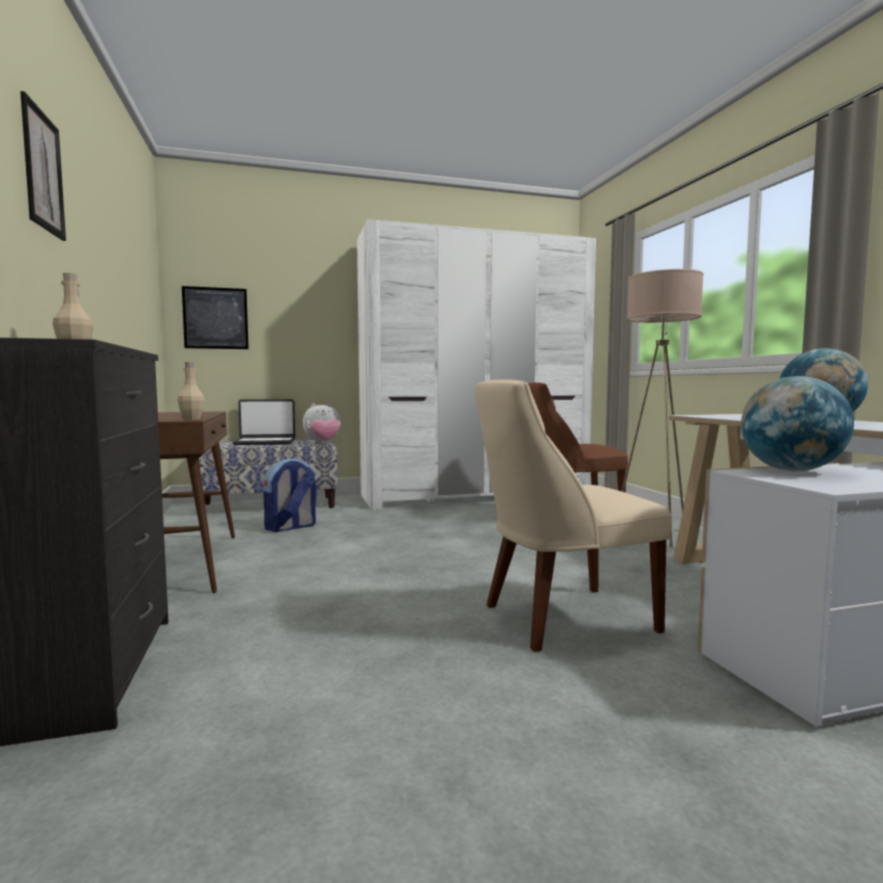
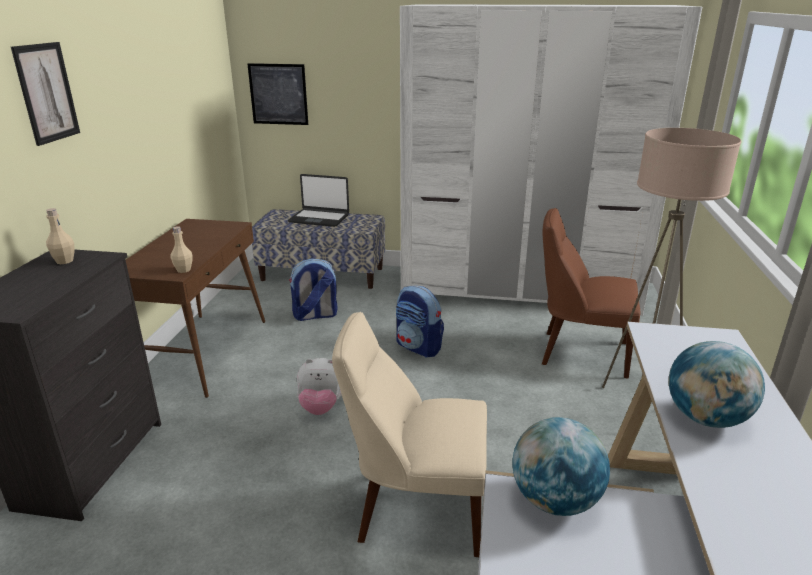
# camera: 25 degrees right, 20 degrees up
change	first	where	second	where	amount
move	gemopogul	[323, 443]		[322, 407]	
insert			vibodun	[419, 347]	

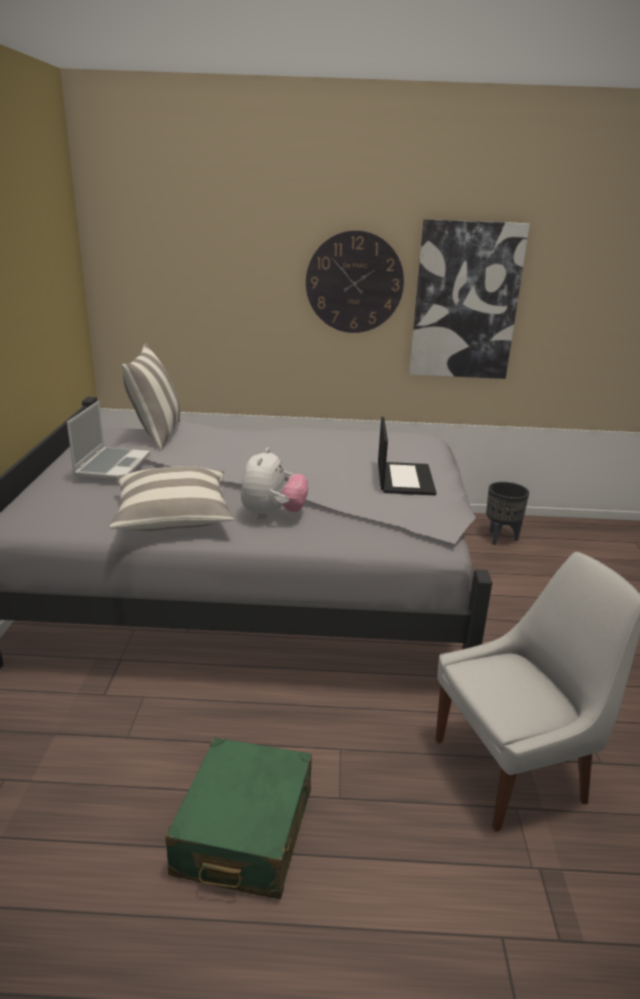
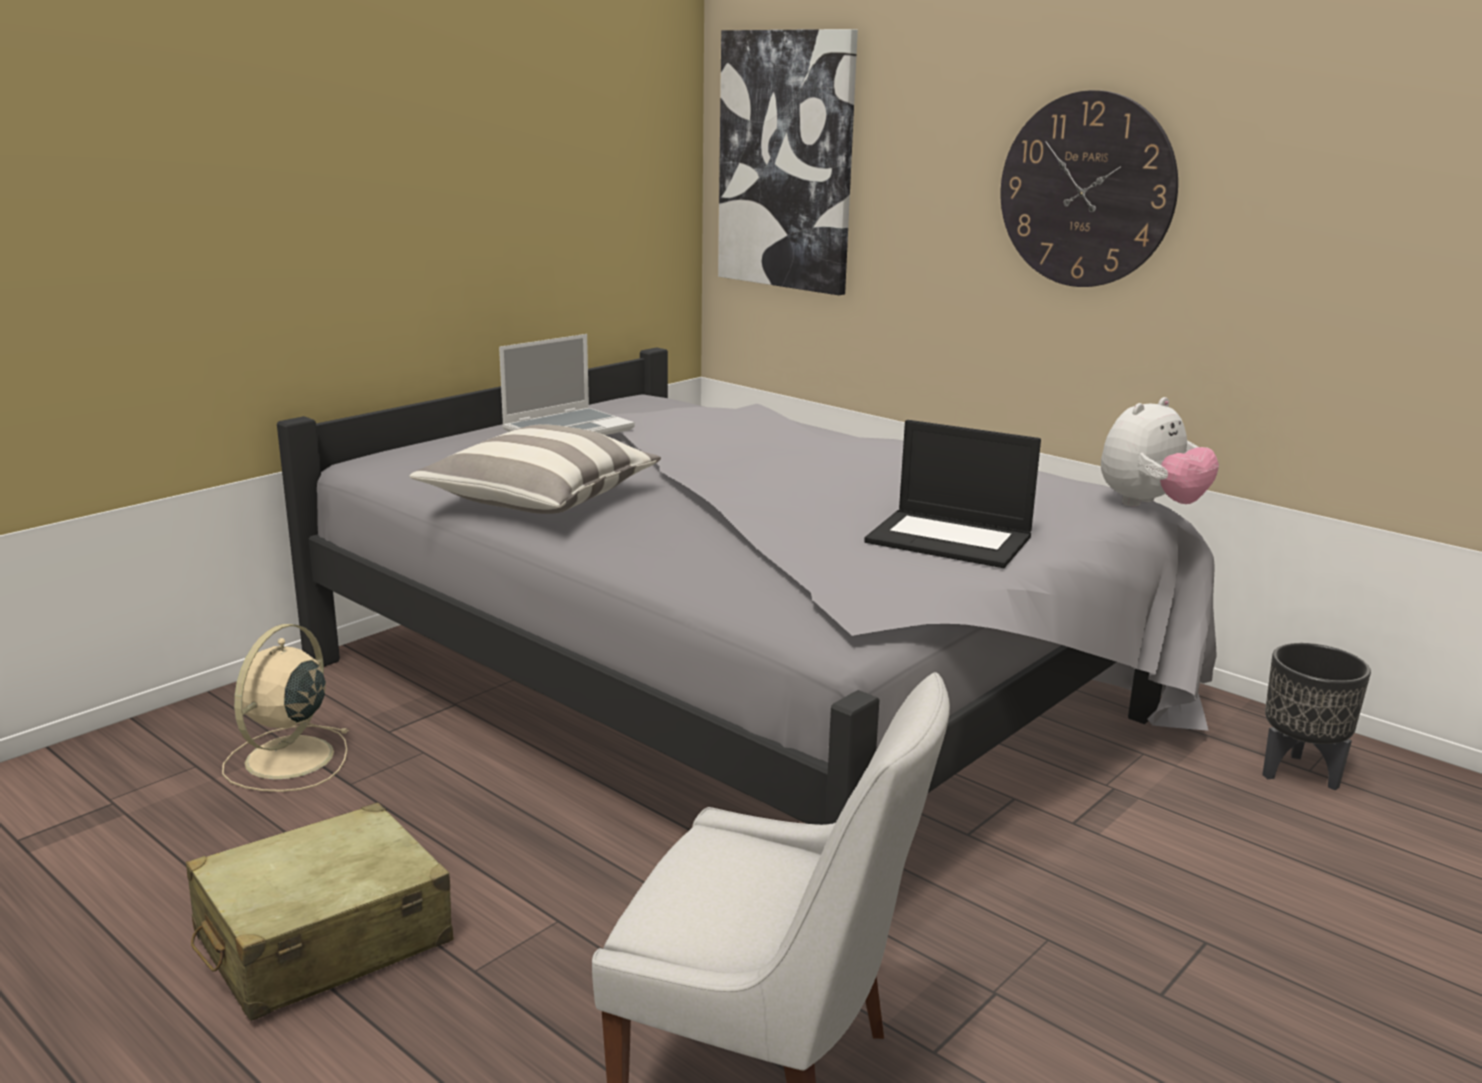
# camera: 40 degrees right, 5 degrees down
change	first	where	second	where	amount
delete	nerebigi	[156, 435]			
recolor	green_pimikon	[244, 832]	beige_pimikon	[322, 939]	
move	gemopogul	[272, 515]		[1150, 505]	
rotate	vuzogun	[404, 478]		[951, 539]	75 degrees clockwise
move	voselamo	[465, 301]		[786, 161]	
insert			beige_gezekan	[287, 760]	

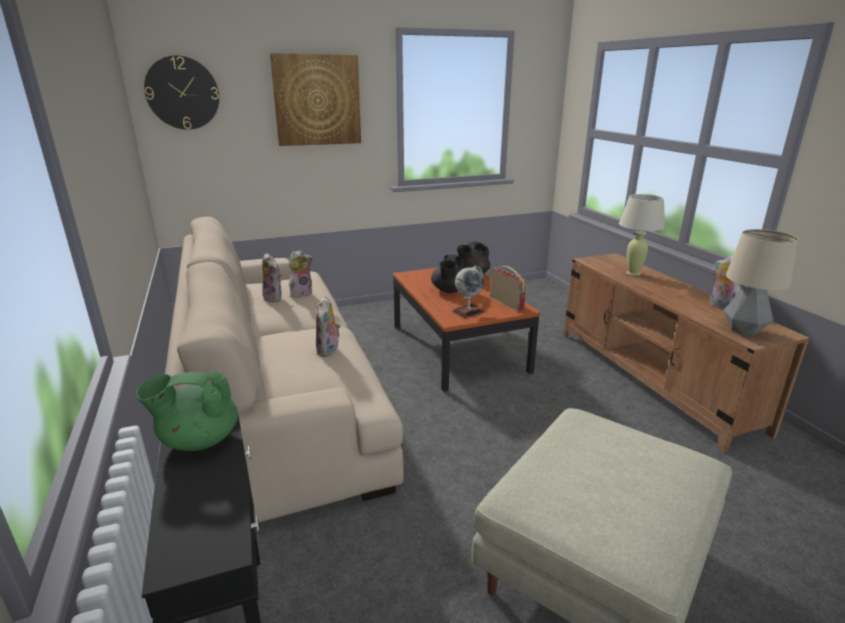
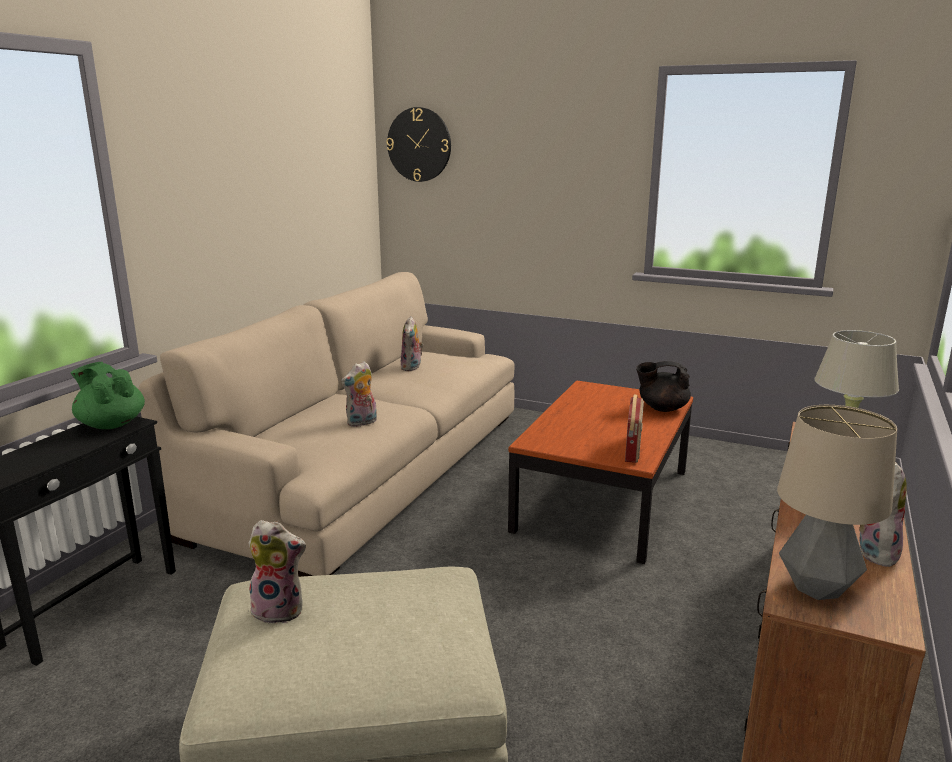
# camera: 45 degrees right, 5 degrees down
change	first	where	second	where	amount
delete	voselamo	[317, 100]			
move	gemopogul	[301, 293]		[280, 609]	
delete	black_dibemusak	[449, 290]			
delete	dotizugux	[468, 311]			

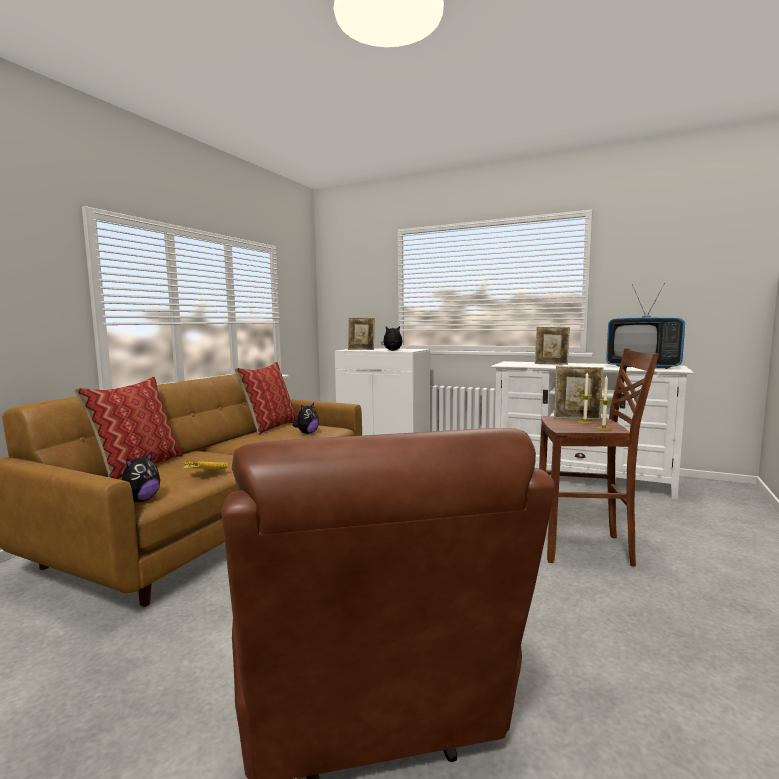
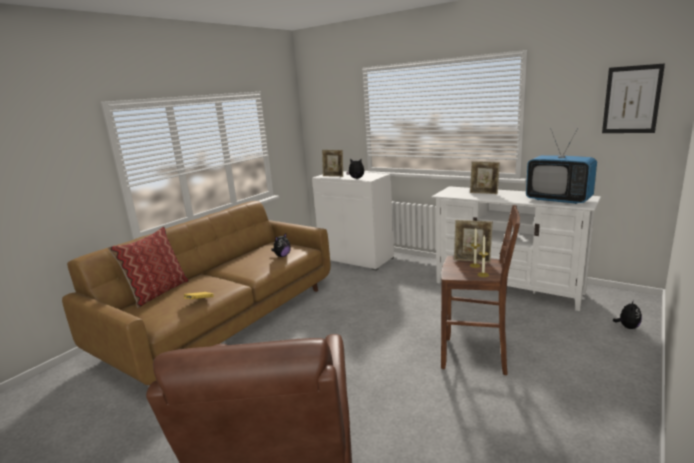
# camera: 10 degrees right, 10 degrees up
change	first	where	second	where	amount
move	gemopogul	[140, 500]		[627, 327]	
delete	nerebigi	[270, 426]			
insert			voselamo	[631, 100]	

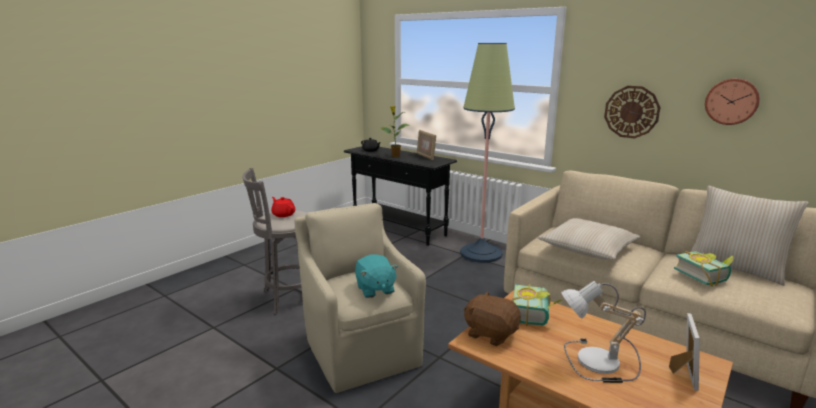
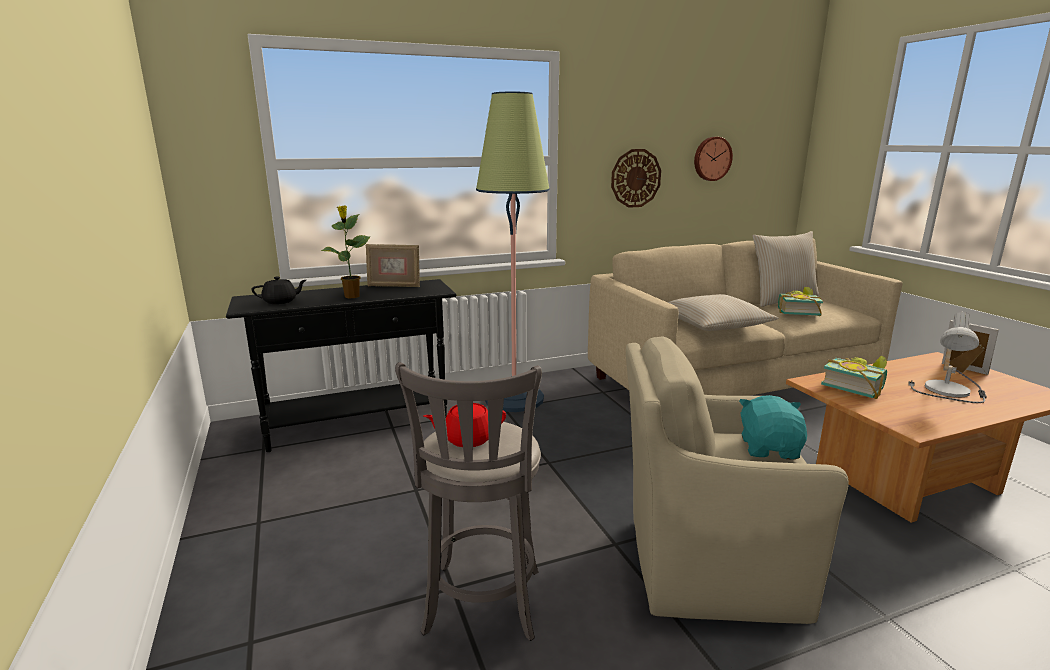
# camera: 60 degrees left, 0 degrees up
change	first	where	second	where	amount
rotate	turquoise_gemopogul	[375, 289]		[770, 449]	90 degrees counterclockwise
delete	brown_gemopogul	[491, 333]			

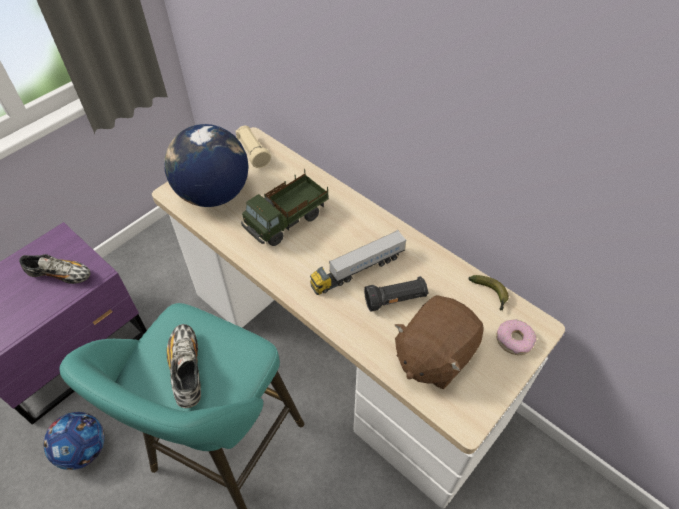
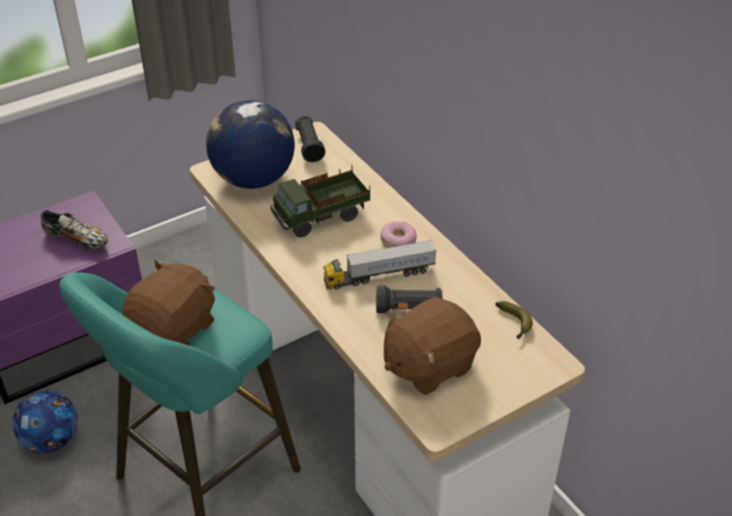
# camera: 15 degrees right, 10 degrees down
change	first	where	second	where	amount
replace	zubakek	[187, 370]	brown_gemopogul	[175, 328]	
recolor	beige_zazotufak	[253, 153]	black_zazotufak	[309, 146]	
move	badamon	[514, 340]		[398, 240]	

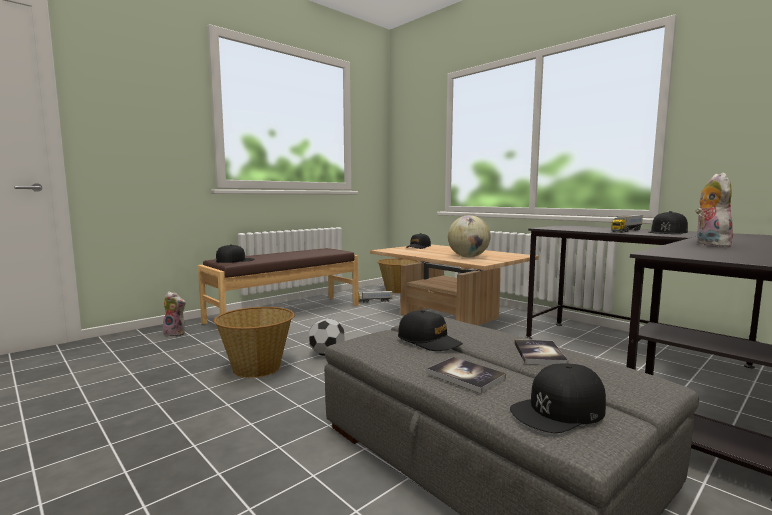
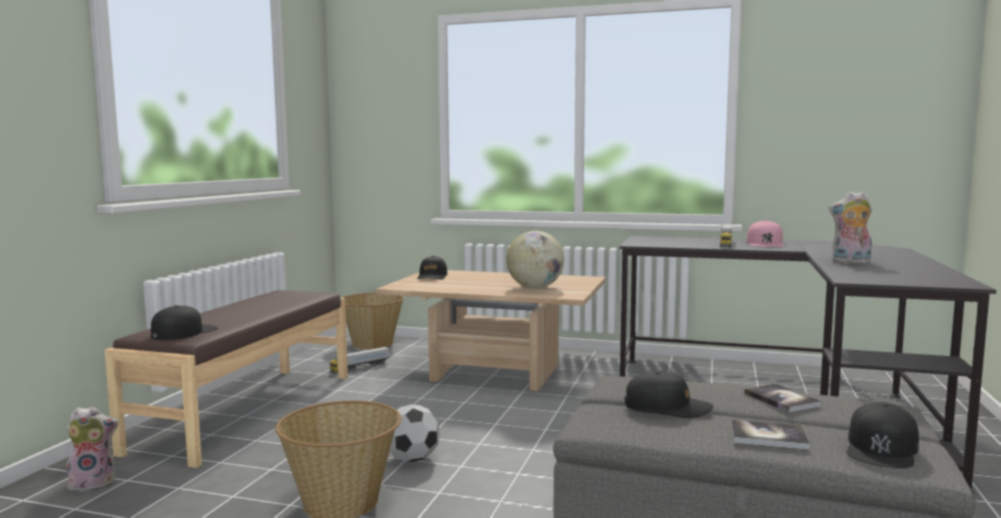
# camera: 30 degrees left, 0 degrees up
change	first	where	second	where	amount
recolor	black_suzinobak	[667, 232]	pink_suzinobak	[765, 243]	
rotate	gemopogul	[709, 244]		[850, 262]	60 degrees counterclockwise

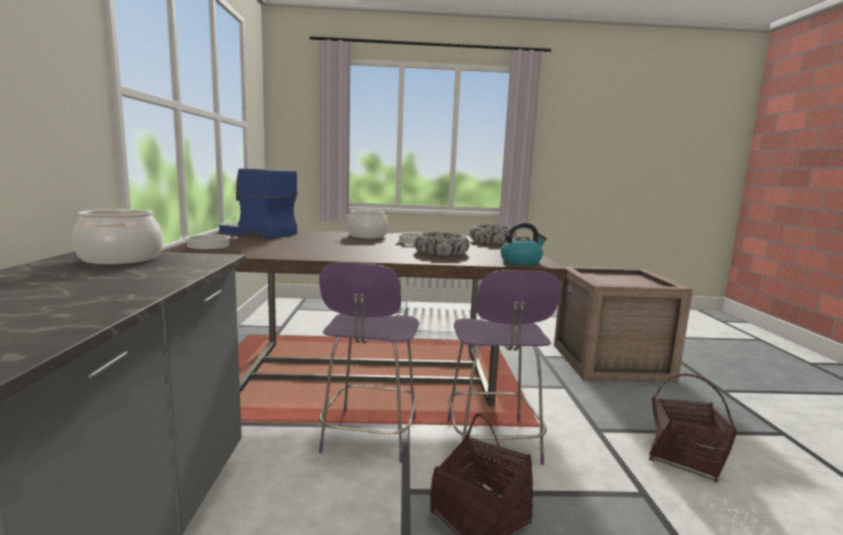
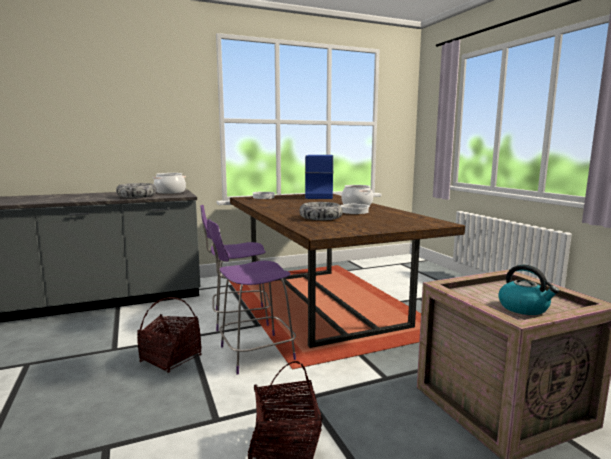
# camera: 70 degrees right, 0 degrees up
change	first	where	second	where	amount
move	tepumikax	[492, 241]		[137, 196]	
move	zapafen	[521, 261]		[524, 308]	

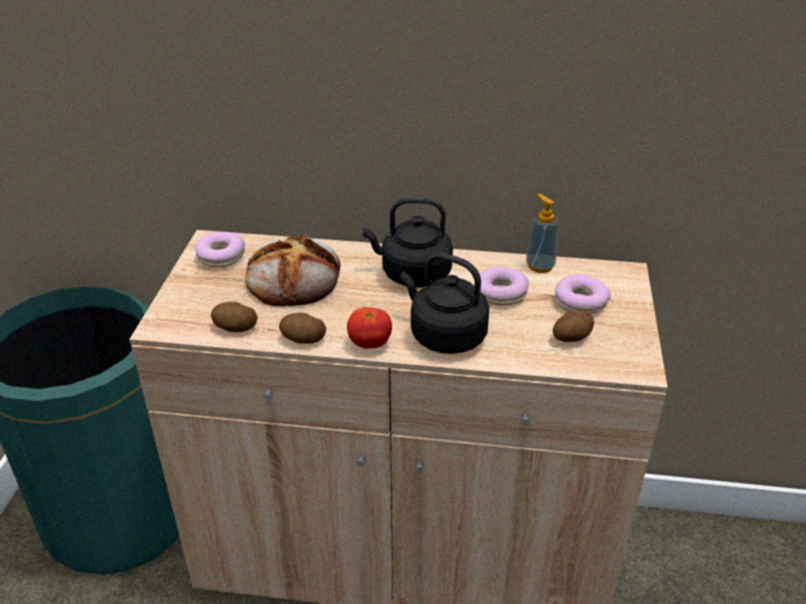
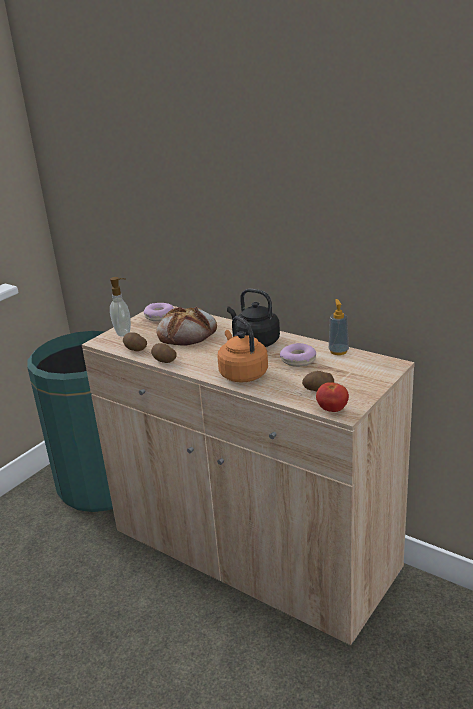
# camera: 30 degrees right, 10 degrees down
change	first	where	second	where	amount
move	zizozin	[370, 343]		[332, 409]	
recolor	black_zapafen	[444, 335]	orange_zapafen	[242, 374]	
delete	badamon	[580, 302]			
insert			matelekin	[123, 332]	

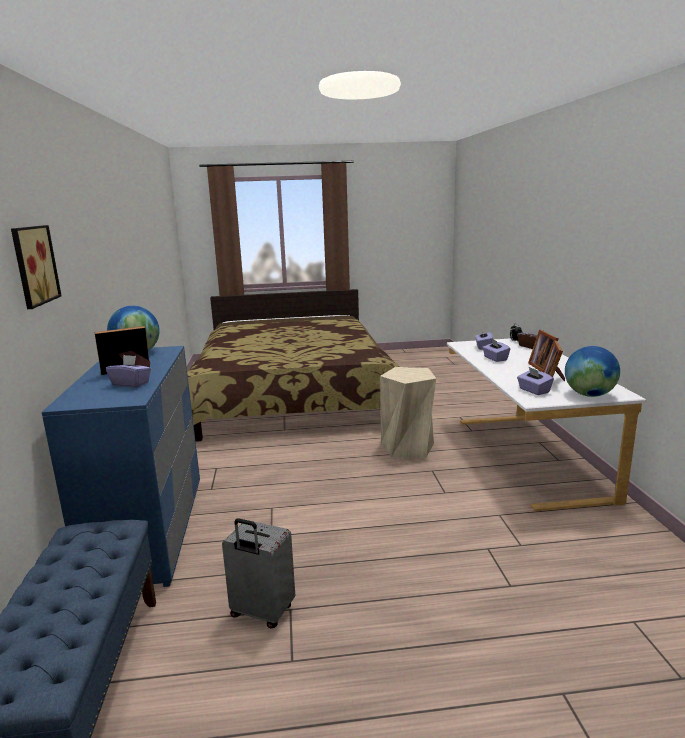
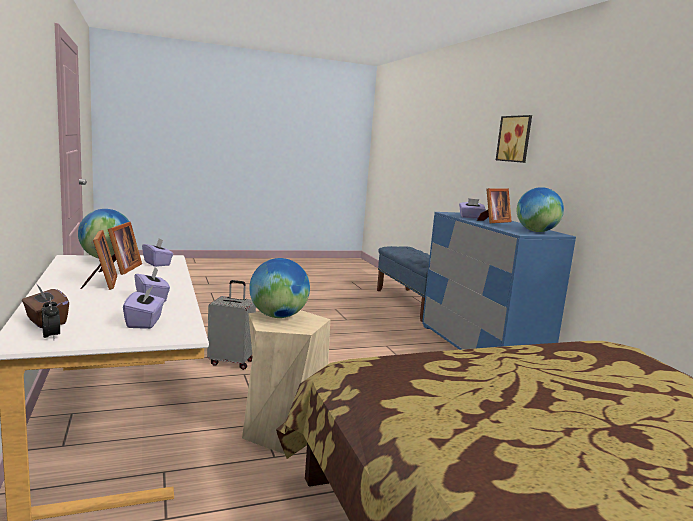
# camera: 165 degrees right, 5 degrees down
change	first	where	second	where	amount
move	grey_pimikon	[261, 613]		[231, 362]	
insert			dotizugux	[278, 316]	

